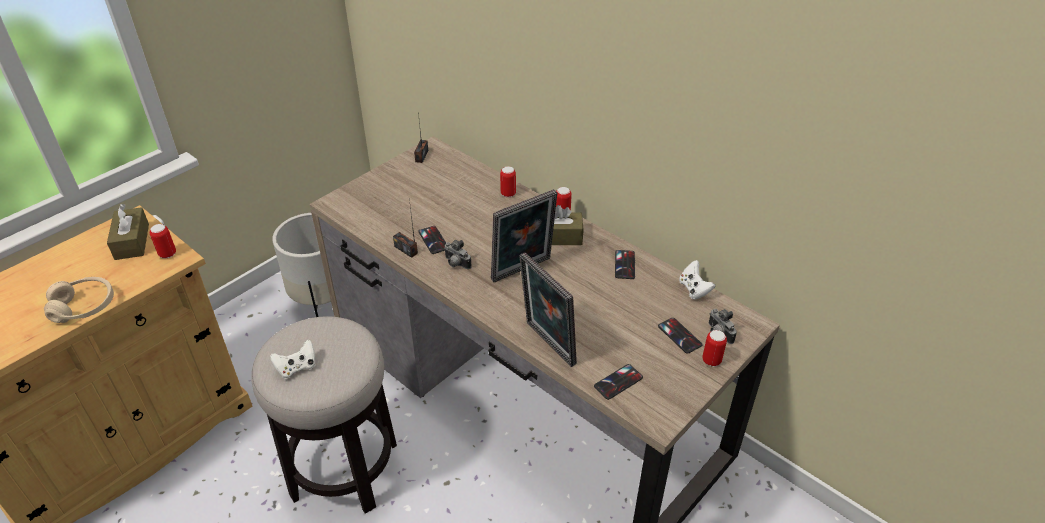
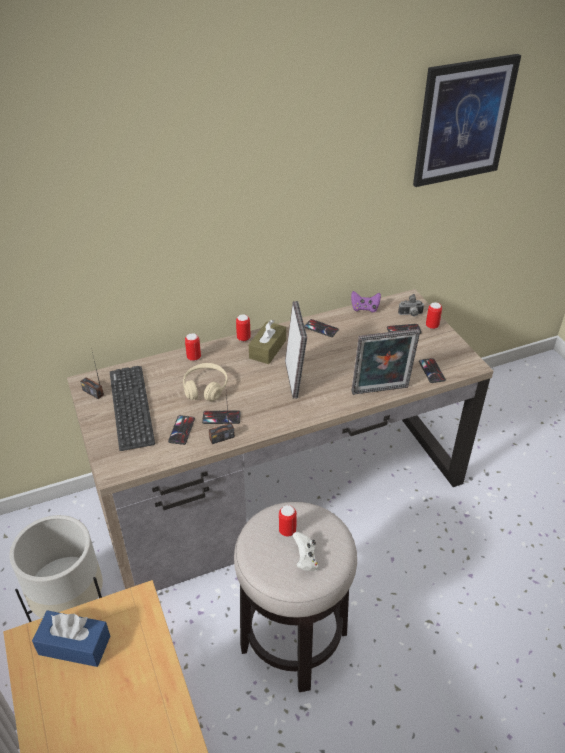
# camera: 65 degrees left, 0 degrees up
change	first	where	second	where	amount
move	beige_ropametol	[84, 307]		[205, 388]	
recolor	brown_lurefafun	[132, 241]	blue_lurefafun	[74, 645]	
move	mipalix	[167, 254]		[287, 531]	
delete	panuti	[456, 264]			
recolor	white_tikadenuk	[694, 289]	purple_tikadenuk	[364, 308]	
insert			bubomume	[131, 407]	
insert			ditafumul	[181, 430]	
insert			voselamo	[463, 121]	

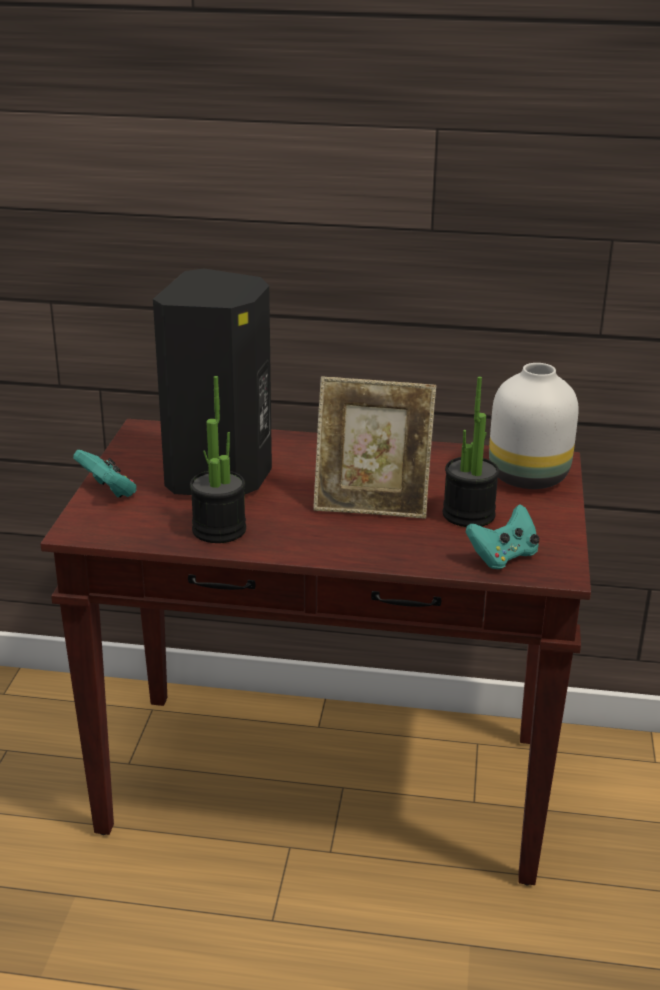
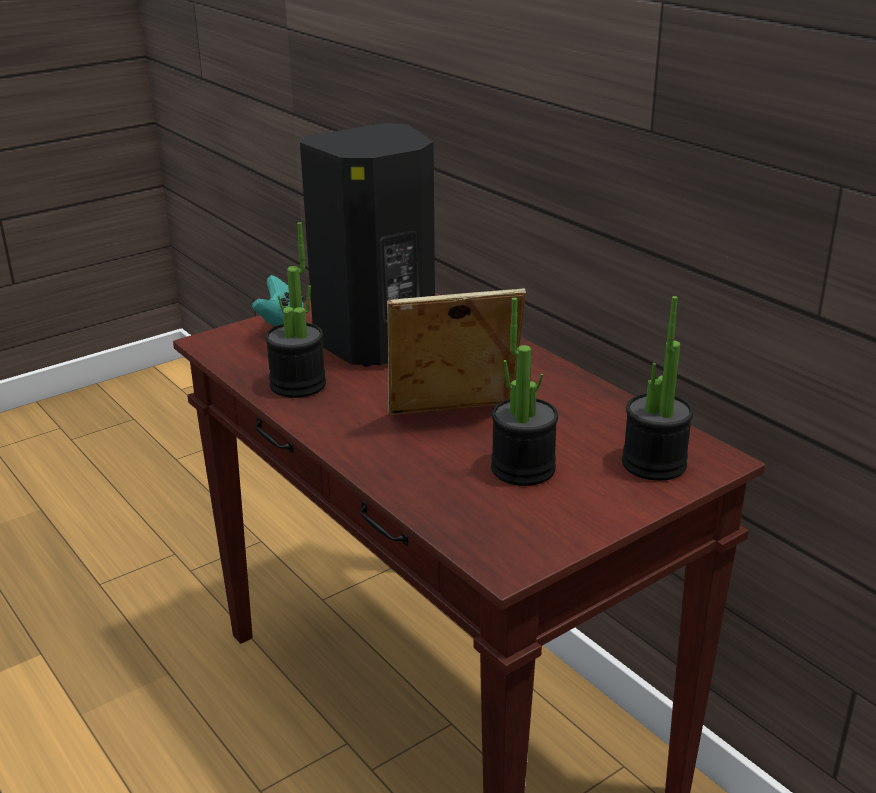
# camera: 45 degrees right, 0 degrees up
change	first	where	second	where	amount
rotate	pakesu	[372, 504]		[453, 419]	120 degrees clockwise
delete	turquoise_tikadenuk	[503, 557]			
replace	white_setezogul	[529, 478]	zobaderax	[654, 464]	

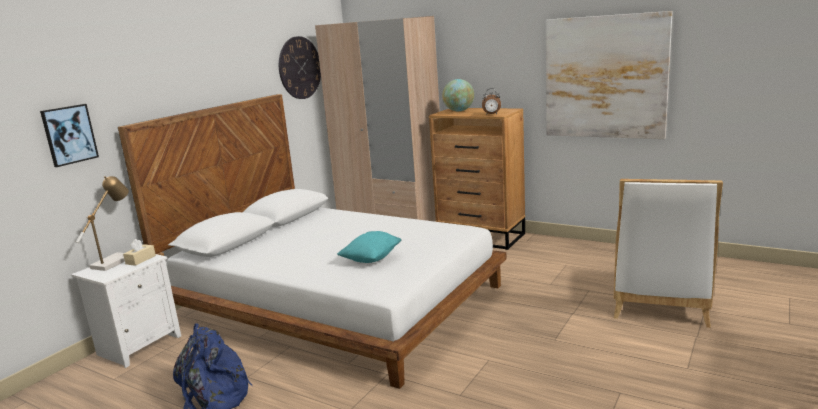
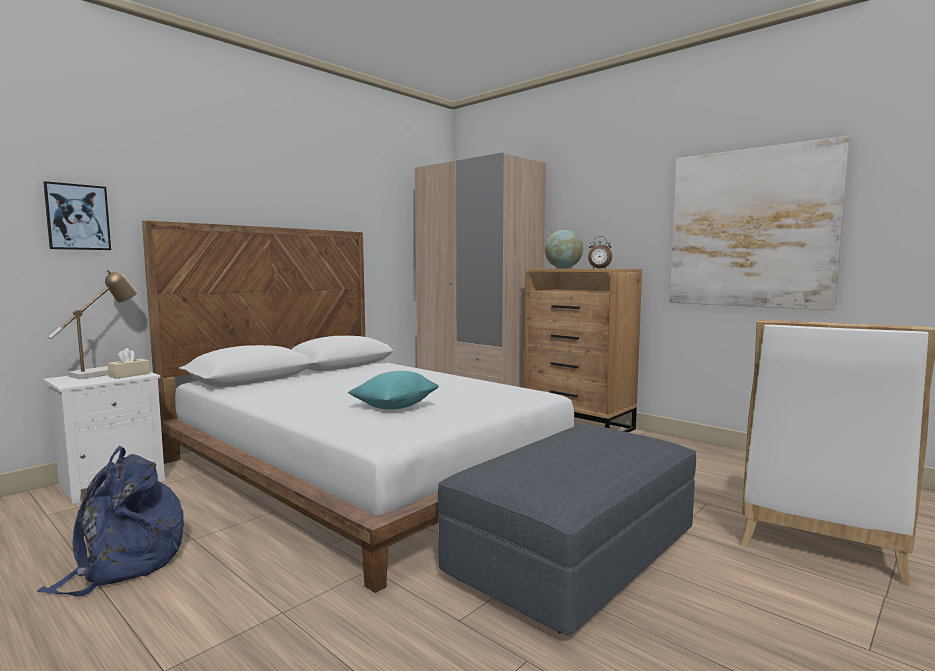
# camera: 10 degrees right, 10 degrees down
change	first	where	second	where	amount
delete	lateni	[300, 68]			
insert			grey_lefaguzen	[574, 555]	

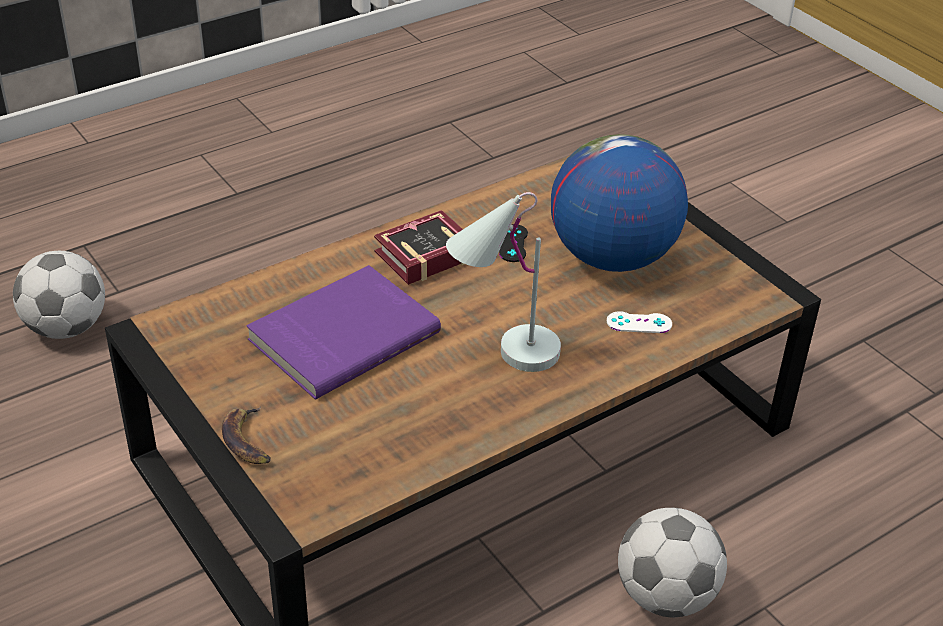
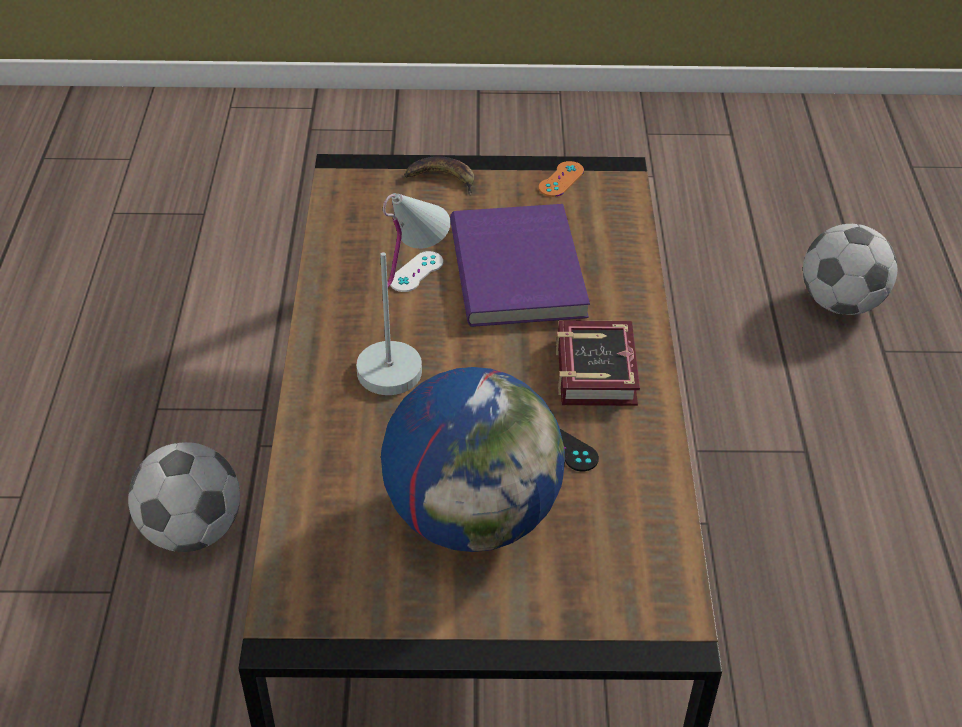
# camera: 125 degrees right, 5 degrees up
change	first	where	second	where	amount
move	white_tikadenuk	[639, 323]		[416, 272]	
insert			orange_tikadenuk	[561, 179]	

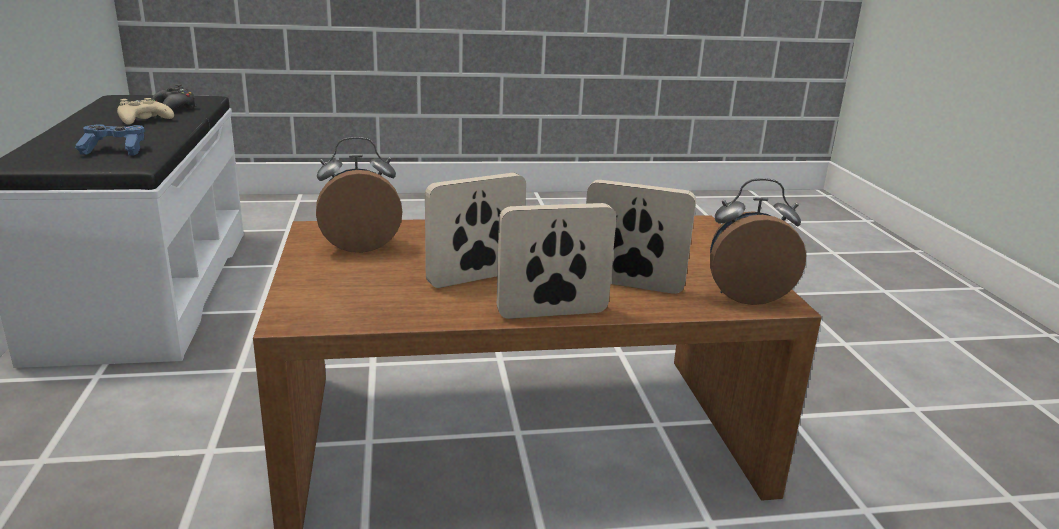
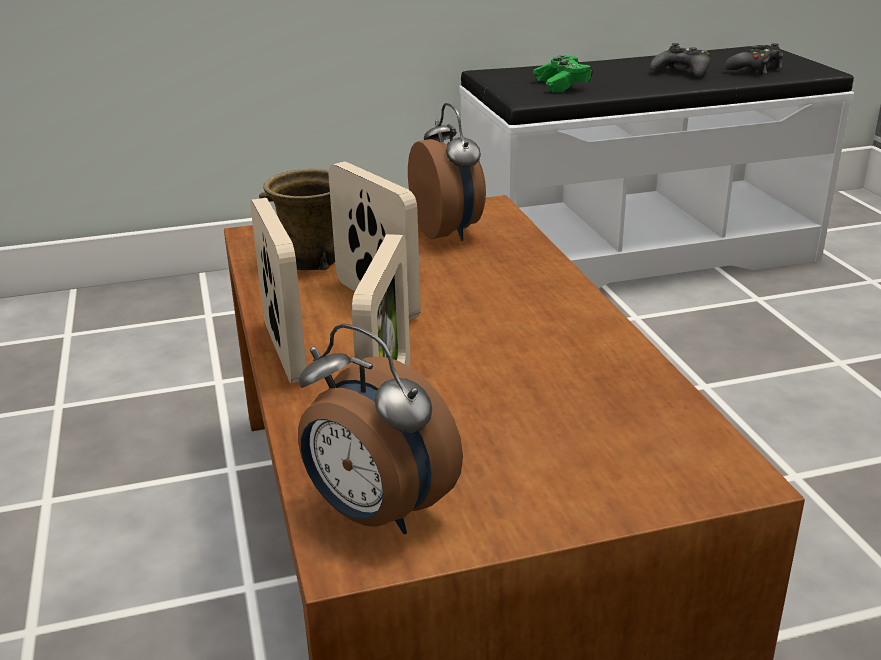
# camera: 85 degrees right, 5 degrees up
change	first	where	second	where	amount
recolor	blue_tikadenuk	[114, 150]	green_tikadenuk	[561, 85]	
recolor	beige_tikadenuk	[144, 120]	black_tikadenuk	[682, 71]	
rotate	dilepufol	[745, 295]		[375, 514]	135 degrees clockwise
insert			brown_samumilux	[310, 260]	

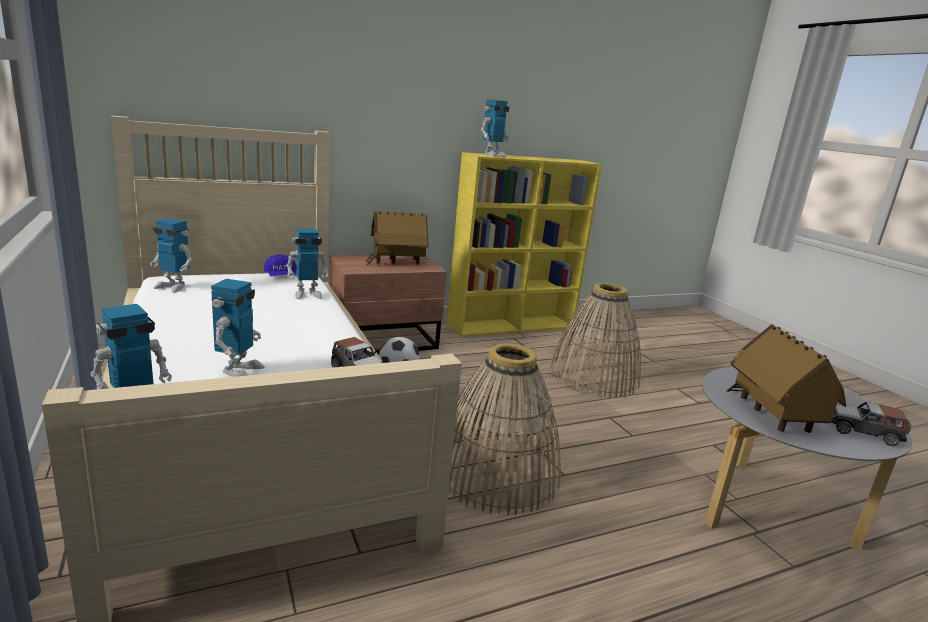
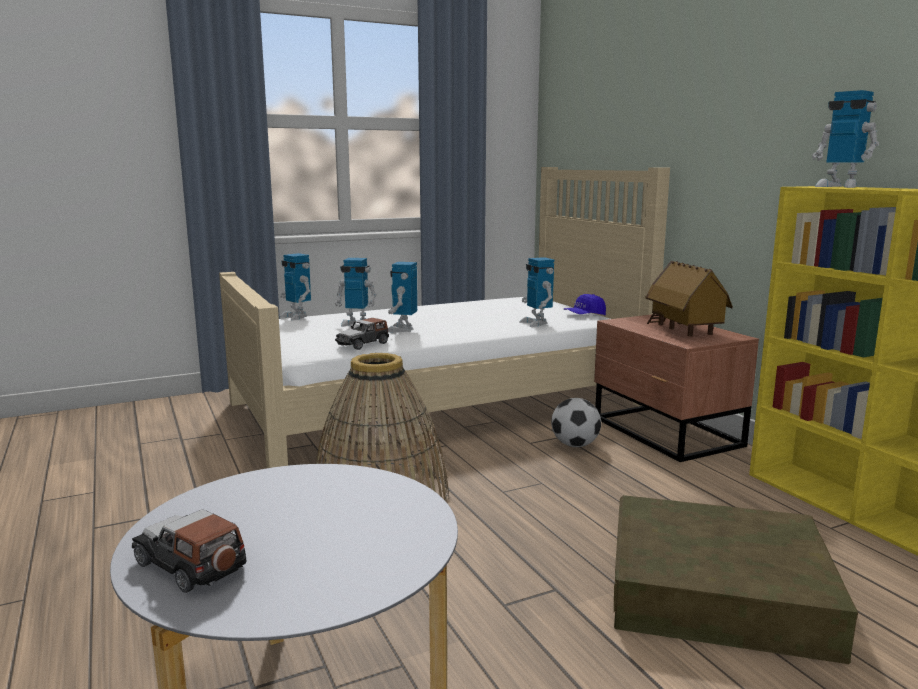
# camera: 90 degrees right, 5 degrees down
change	first	where	second	where	amount
move	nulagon	[173, 287]		[402, 330]	
replace	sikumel	[594, 376]	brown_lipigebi	[718, 590]	
delete	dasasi	[772, 416]			
rotate	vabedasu	[862, 432]		[191, 565]	75 degrees counterclockwise

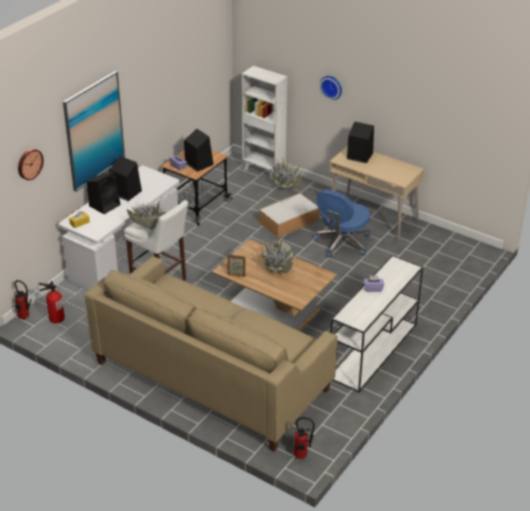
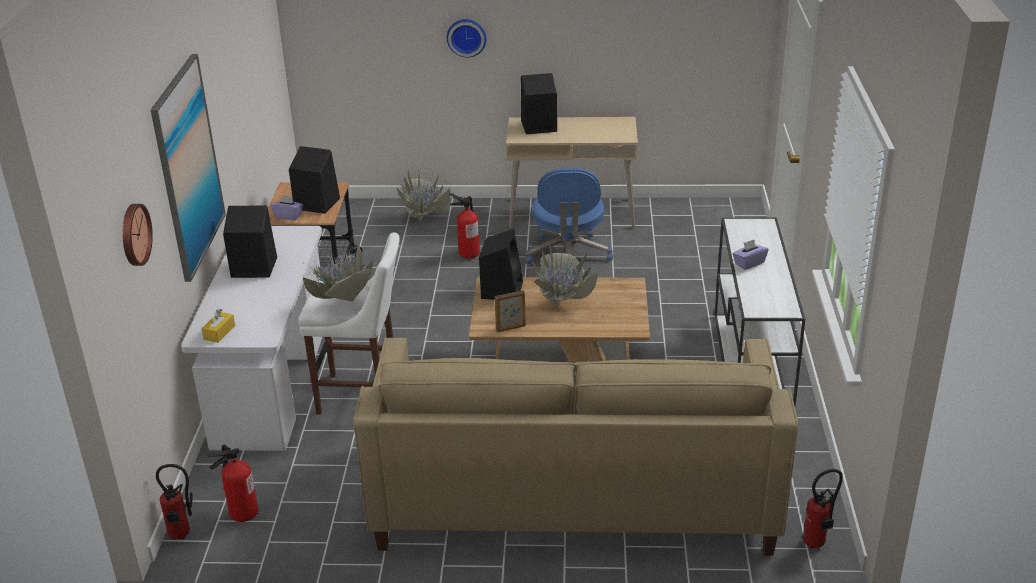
# camera: 30 degrees left, 5 degrees down
change	first	where	second	where	amount
move	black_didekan	[105, 205]		[502, 289]	
delete	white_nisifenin	[263, 170]			
replace	lipigebi	[289, 221]	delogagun	[469, 253]	

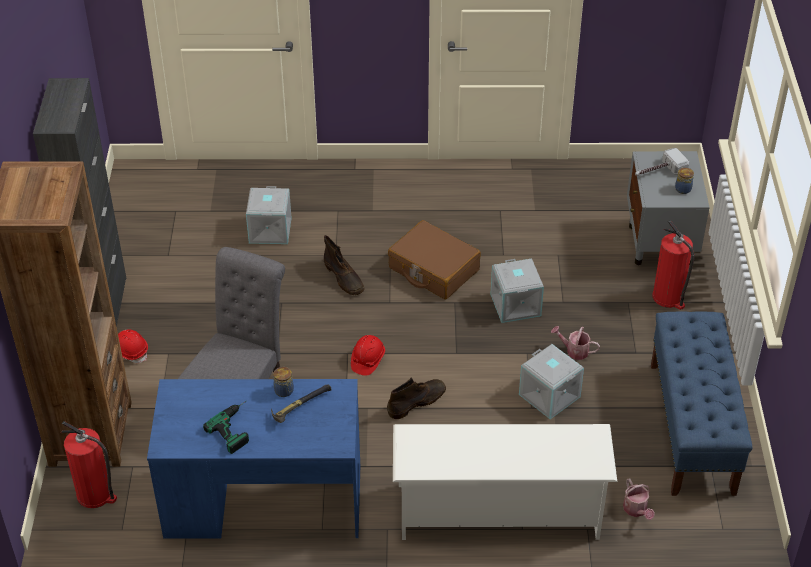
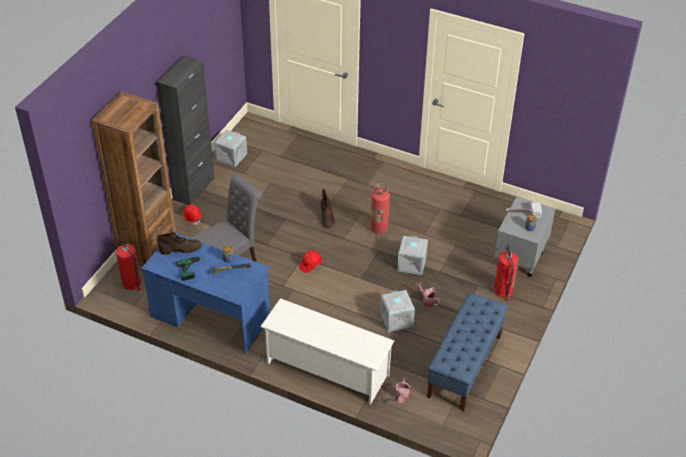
# camera: 25 degrees right, 0 degrees up
change	first	where	second	where	amount
move	grey_lipigebi	[269, 230]		[231, 156]	
move	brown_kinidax	[417, 402]		[181, 249]	
replace	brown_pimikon	[433, 269]	delogagun	[379, 228]	

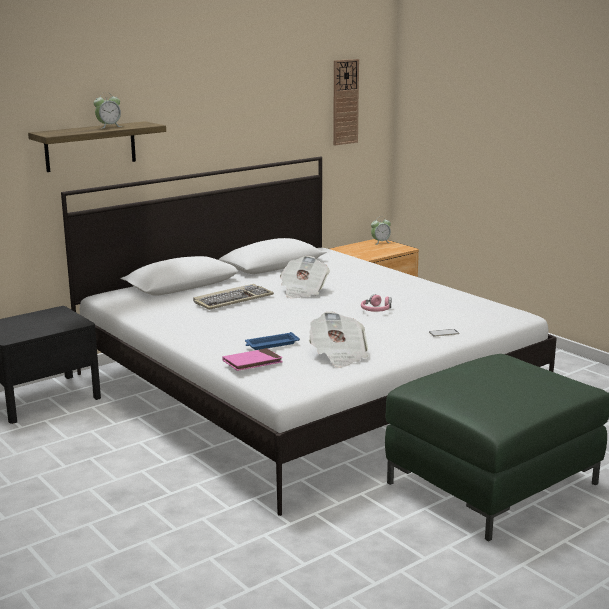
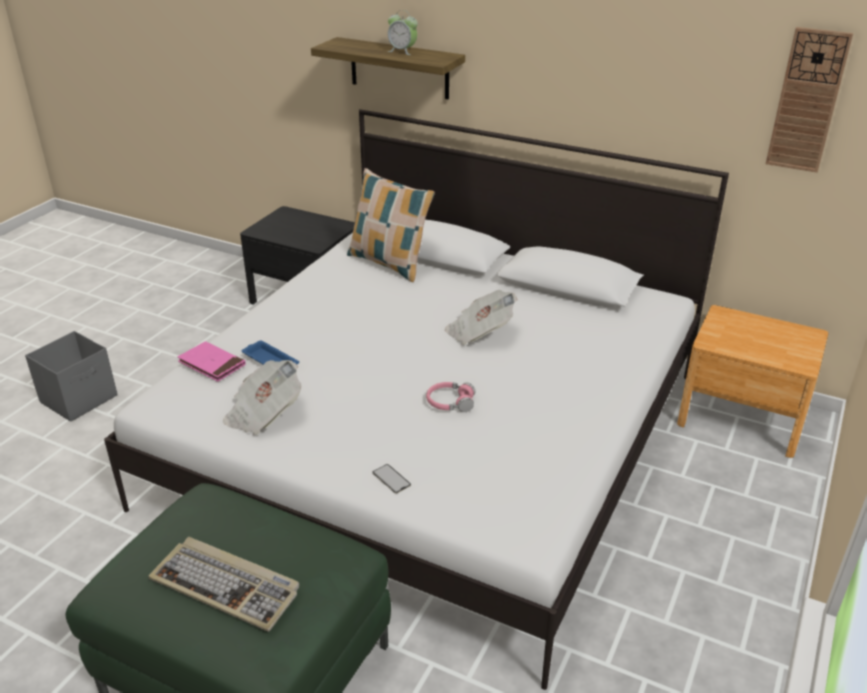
# camera: 65 degrees right, 15 degrees up
change	first	where	second	where	amount
move	bubomume	[233, 300]		[227, 586]	
delete	dilepufol	[380, 242]			
insert			grey_lipigebi	[80, 399]	
insert			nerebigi	[389, 263]	

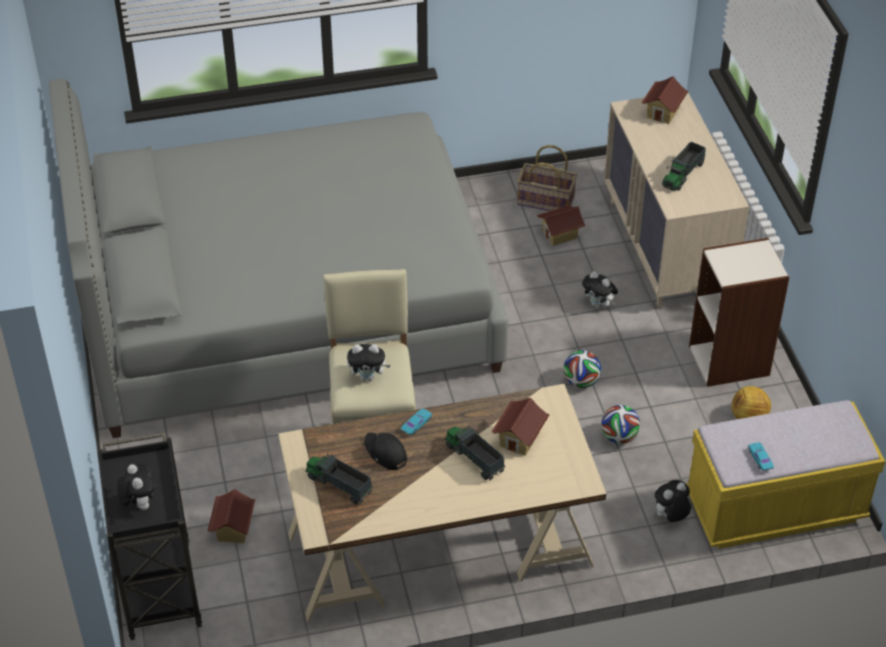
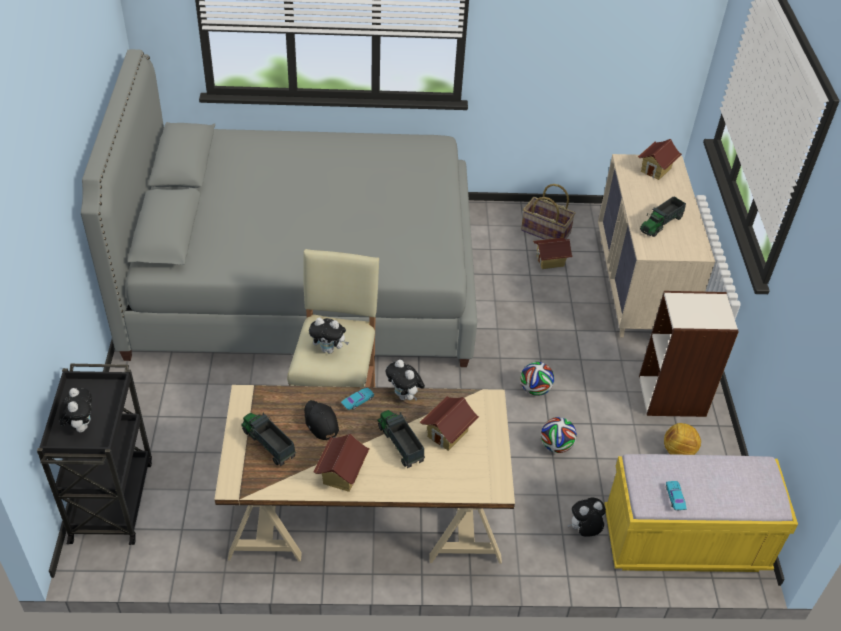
# camera: 10 degrees right, 0 degrees up
change	first	where	second	where	amount
move	dasasi	[233, 529]		[341, 474]	
move	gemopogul	[599, 305]		[404, 396]	

